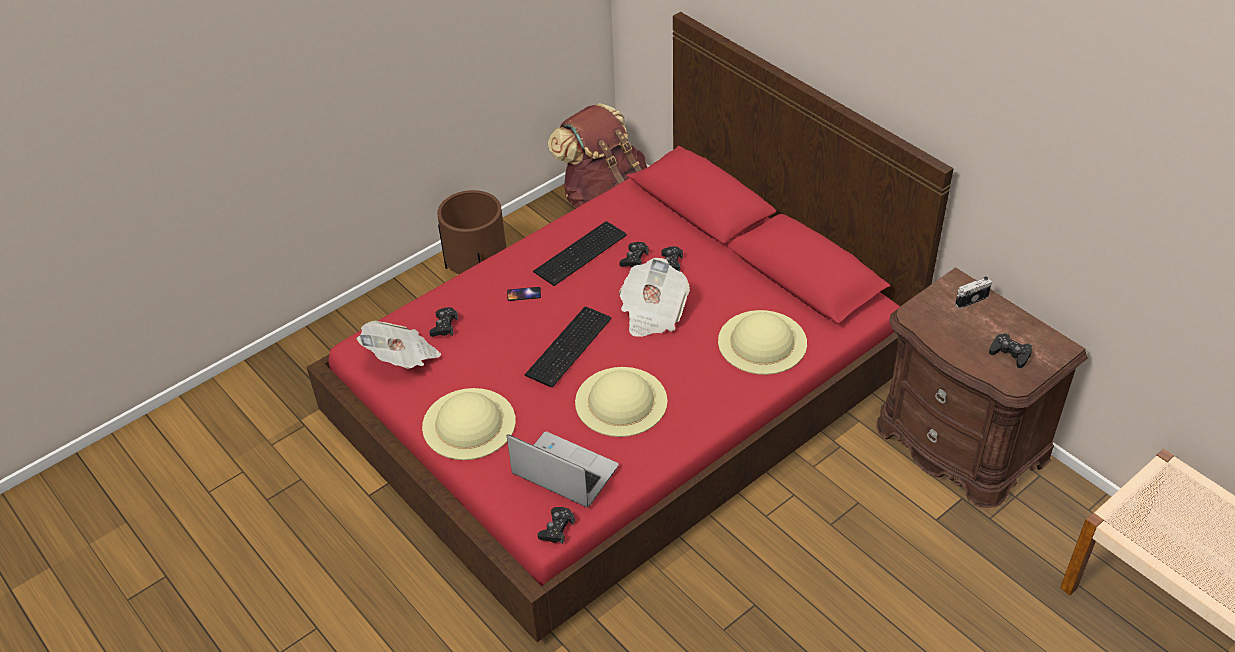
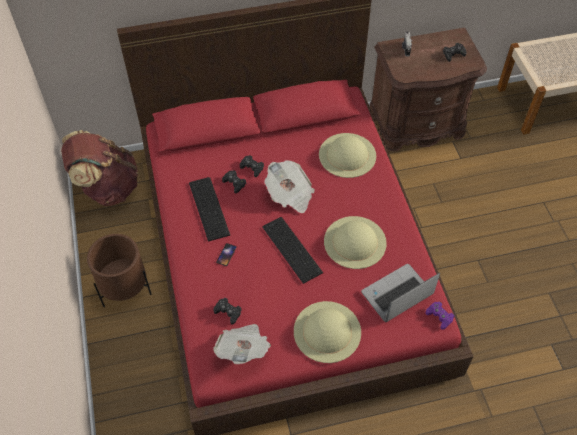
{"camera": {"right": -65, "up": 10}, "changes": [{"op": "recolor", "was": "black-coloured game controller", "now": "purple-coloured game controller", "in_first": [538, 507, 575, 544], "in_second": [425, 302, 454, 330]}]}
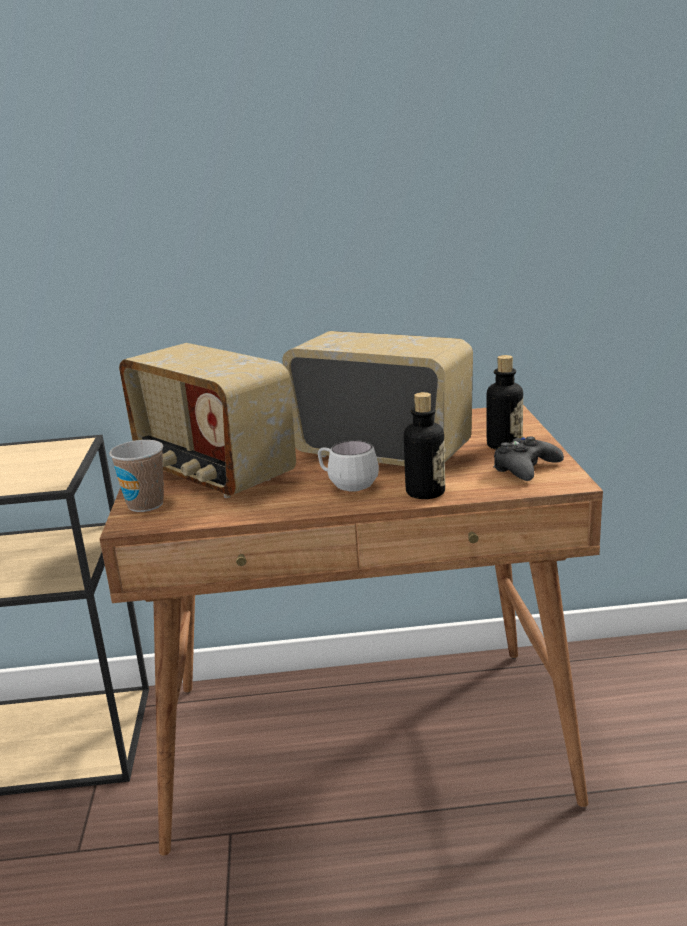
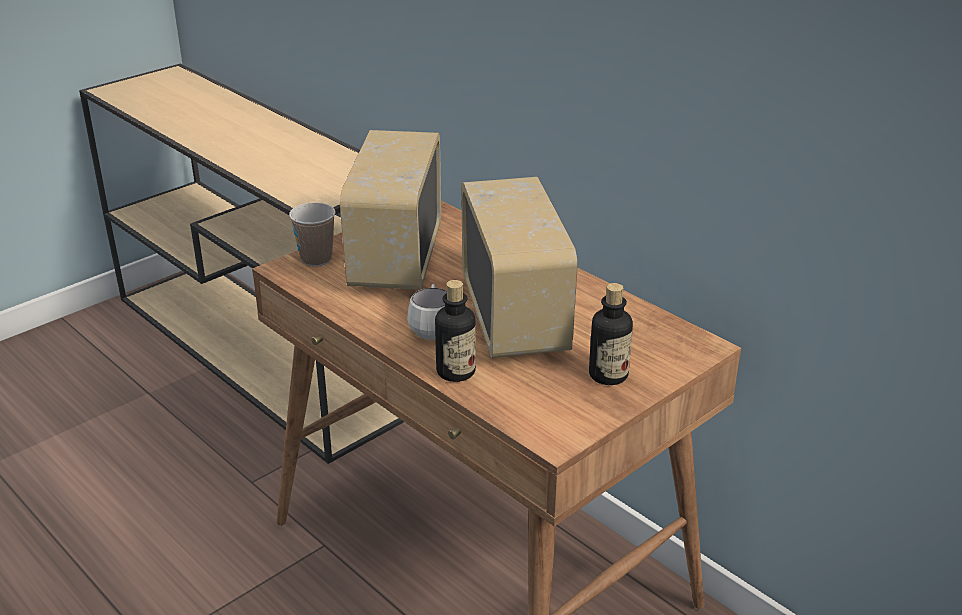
{"camera": {"right": 50, "up": 10}, "changes": [{"op": "delete", "was": "black-coloured game controller", "in_first": [494, 436, 564, 481]}]}
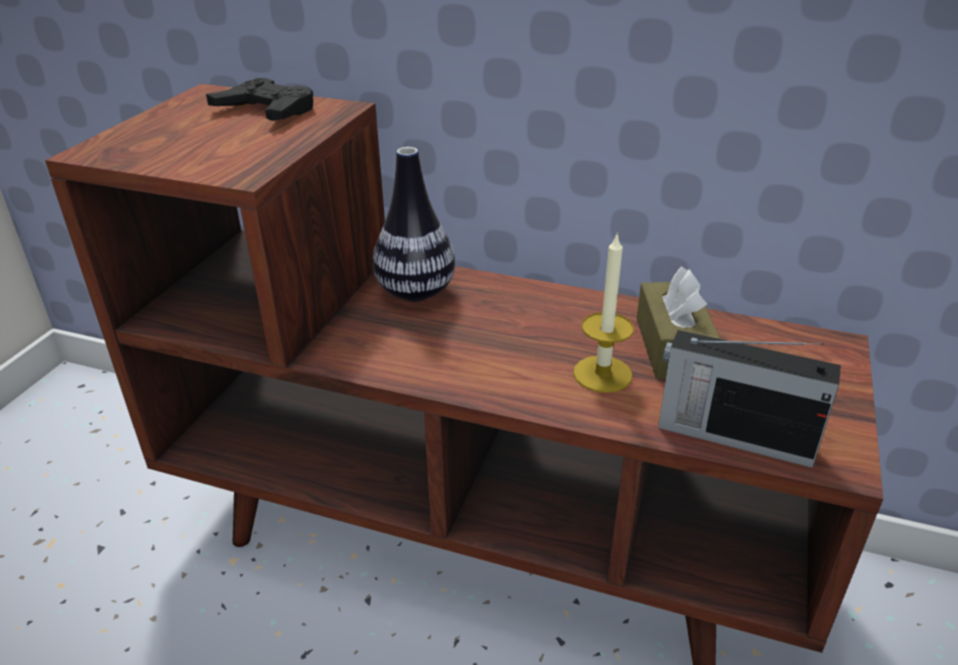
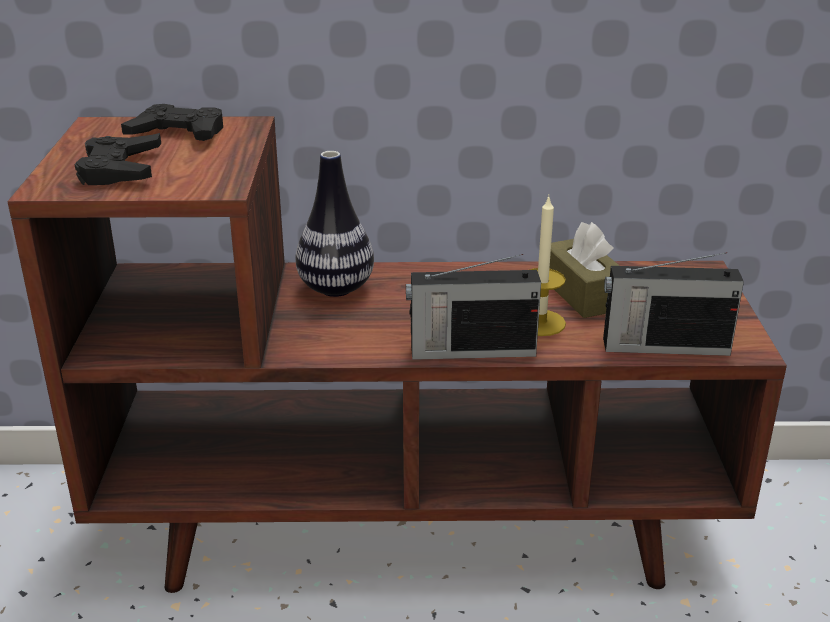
{"camera": {"right": -20, "up": -5}, "changes": [{"op": "insert", "now": "black-coloured game controller", "in_second": [74, 133, 161, 185]}, {"op": "insert", "now": "radio", "in_second": [406, 254, 541, 360]}]}
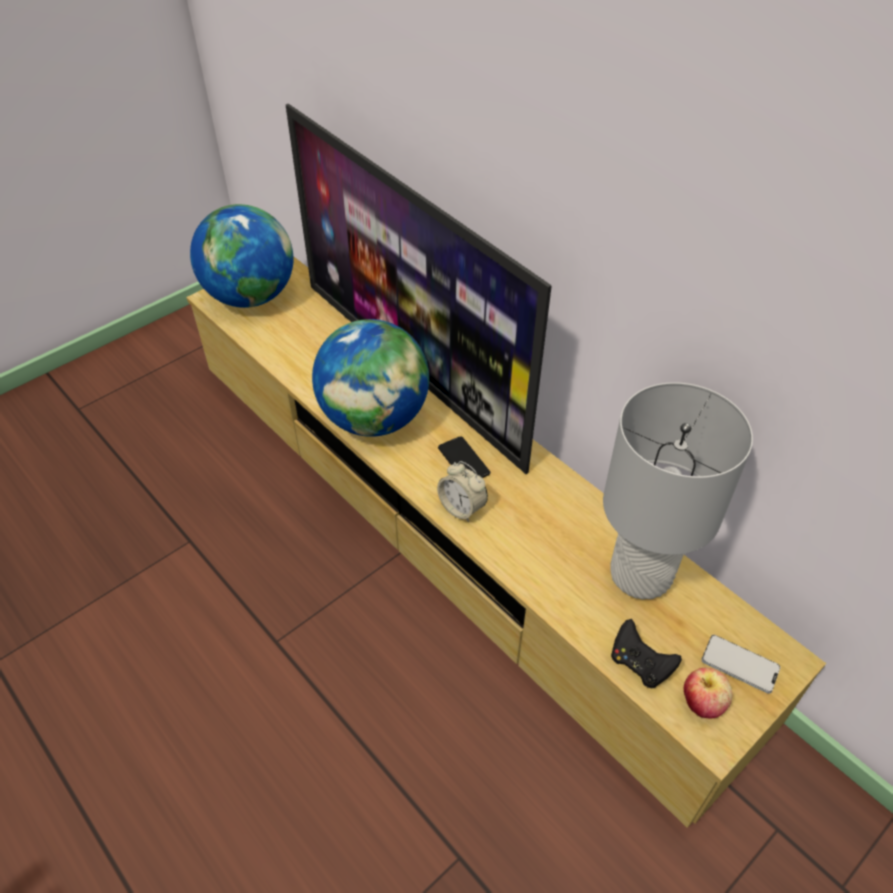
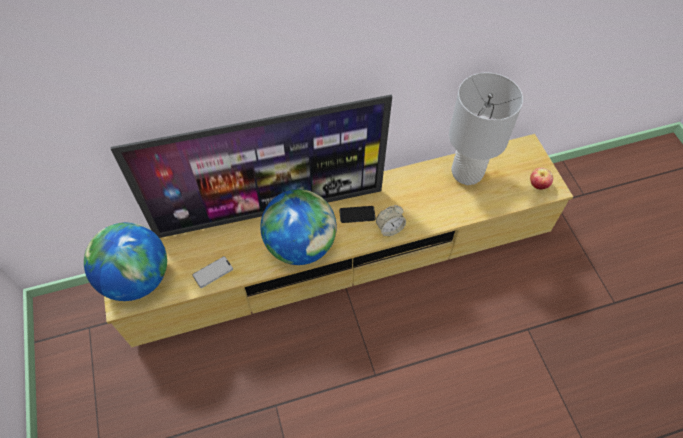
{"camera": {"right": -65, "up": 10}, "changes": [{"op": "delete", "was": "black-coloured game controller", "in_first": [611, 619, 682, 688]}, {"op": "move", "was": "handset", "in_first": [701, 635, 780, 694], "in_second": [192, 256, 233, 288]}]}
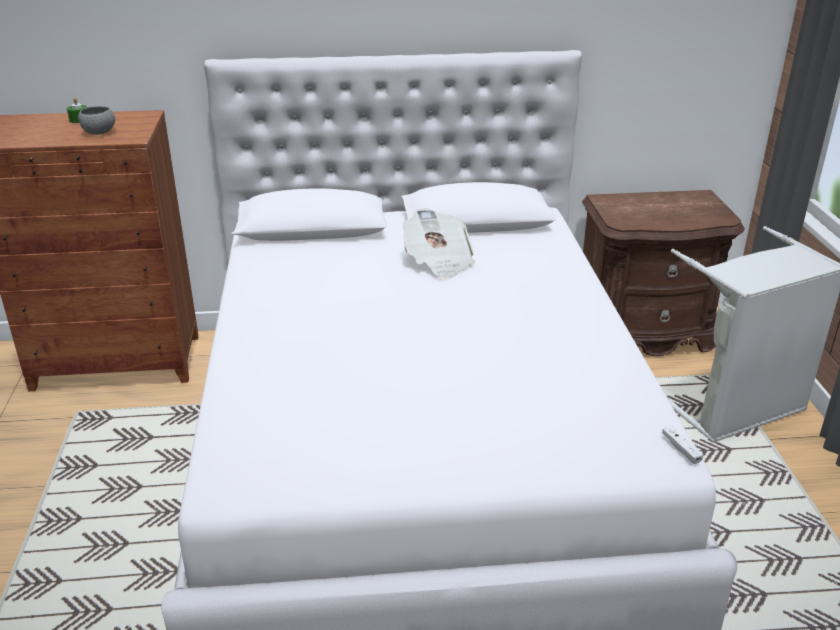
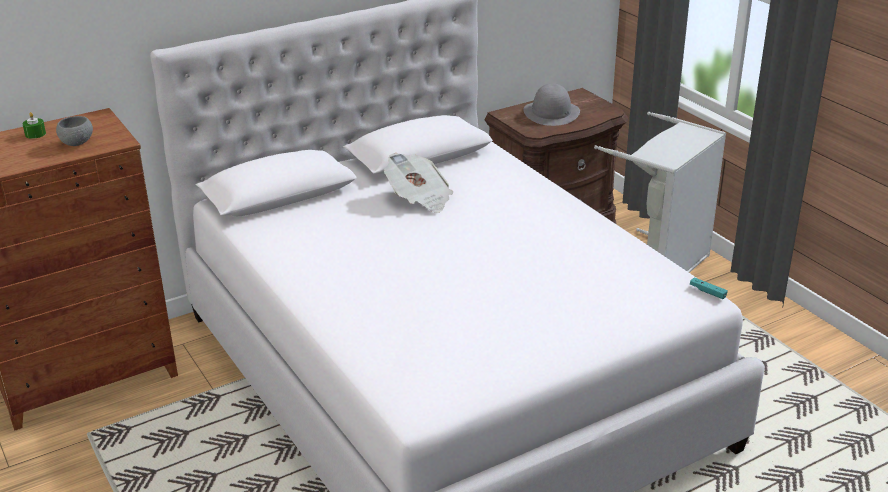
{"camera": {"right": -25, "up": 0}, "changes": [{"op": "recolor", "was": "white-coloured game controller", "now": "turquoise-coloured game controller", "in_first": [662, 426, 703, 464], "in_second": [690, 277, 728, 299]}, {"op": "insert", "now": "grey wearable hat", "in_second": [523, 83, 580, 126]}]}
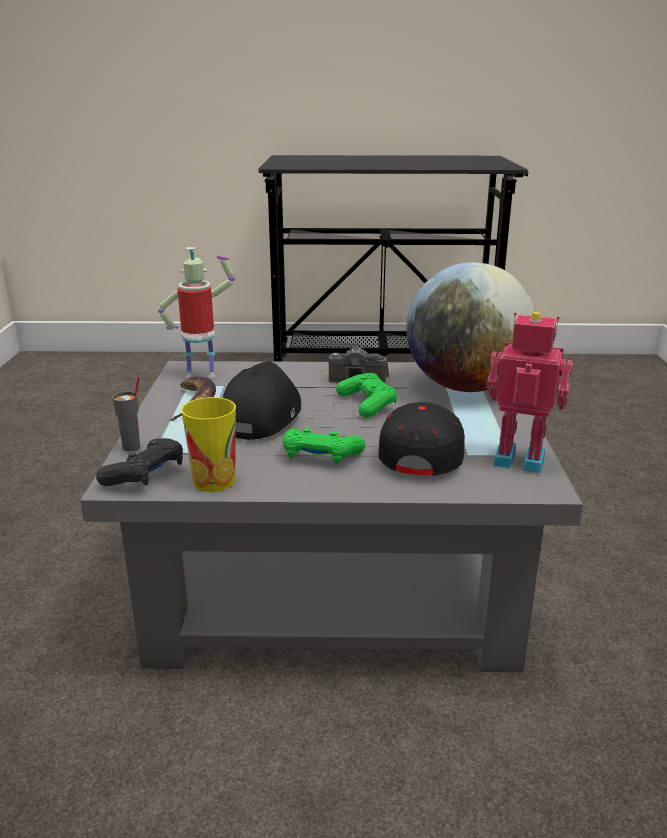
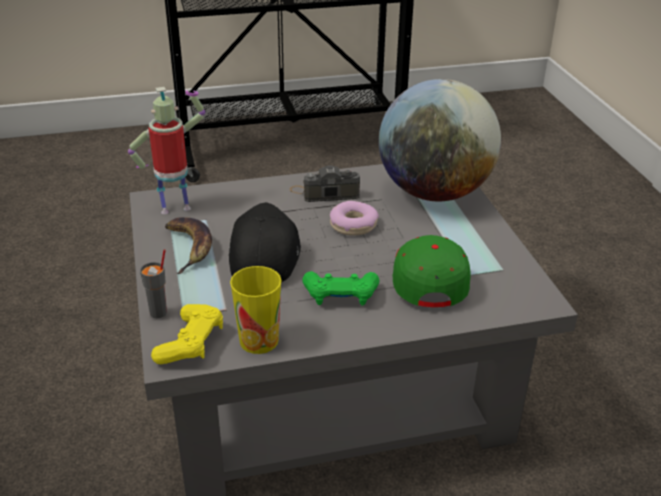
{"camera": {"right": -15, "up": 10}, "changes": [{"op": "delete", "was": "model robot", "in_first": [487, 312, 573, 473]}, {"op": "replace", "was": "green-coloured game controller", "now": "doughnut", "in_first": [336, 373, 397, 418], "in_second": [330, 201, 379, 236]}, {"op": "recolor", "was": "black-coloured baseball cap", "now": "green-coloured baseball cap", "in_first": [378, 402, 465, 476], "in_second": [393, 235, 471, 307]}, {"op": "recolor", "was": "black-coloured game controller", "now": "yellow-coloured game controller", "in_first": [96, 438, 183, 486], "in_second": [151, 304, 223, 364]}]}
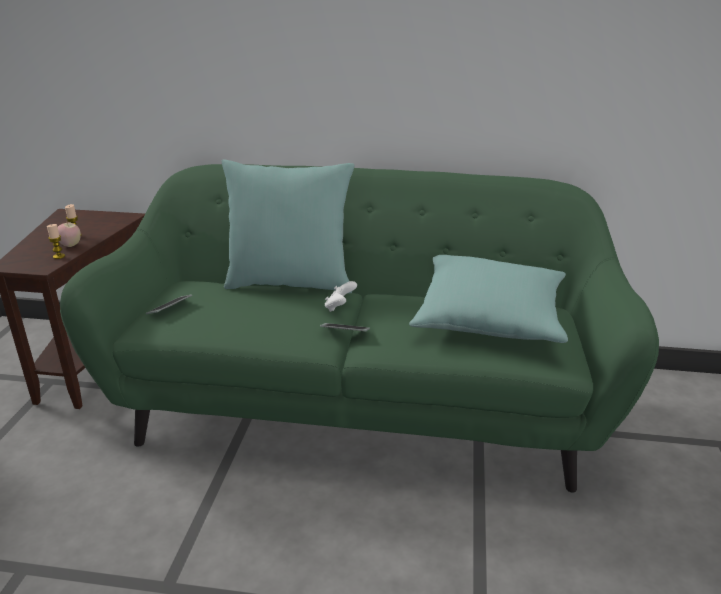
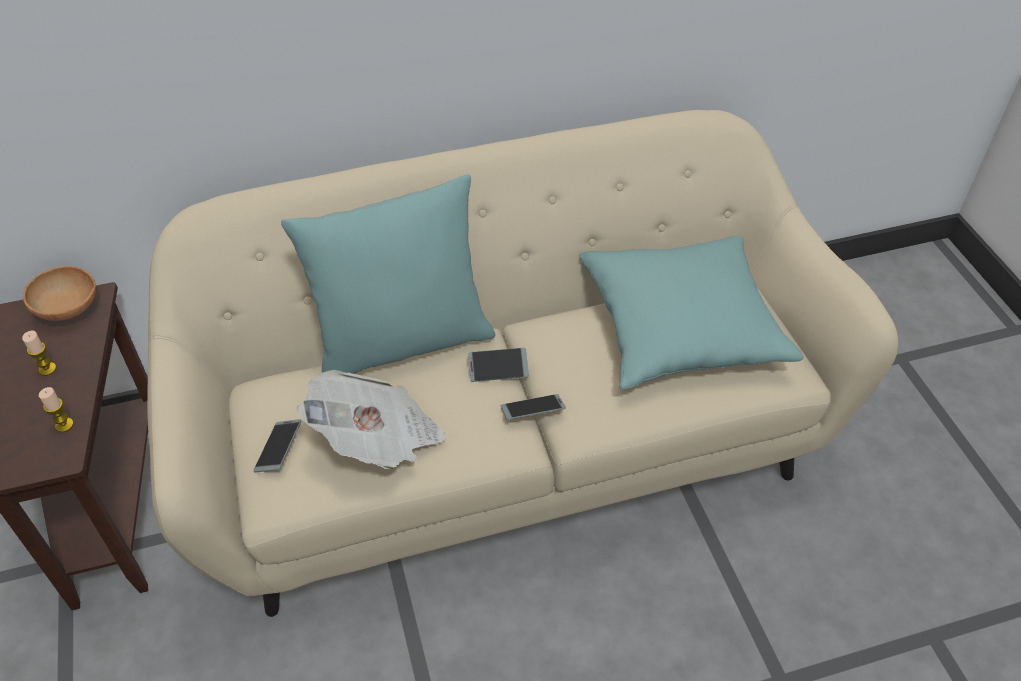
{"camera": {"right": -25, "up": 20}, "changes": [{"op": "recolor", "was": "green-coloured couch", "now": "beige couch", "in_first": [60, 164, 659, 492], "in_second": [147, 110, 898, 617]}, {"op": "delete", "was": "apple", "in_first": [58, 222, 81, 247]}, {"op": "replace", "was": "white-coloured game controller", "now": "handset", "in_first": [325, 281, 357, 312], "in_second": [468, 348, 529, 382]}, {"op": "insert", "now": "brown serving bowl", "in_second": [23, 266, 96, 321]}, {"op": "insert", "now": "printed paper", "in_second": [297, 370, 446, 469]}]}
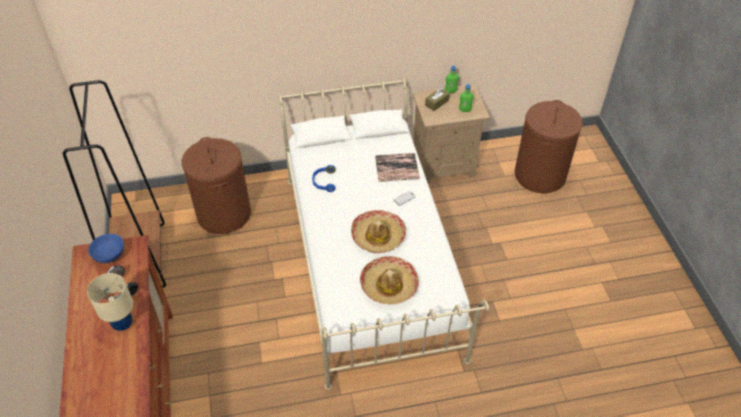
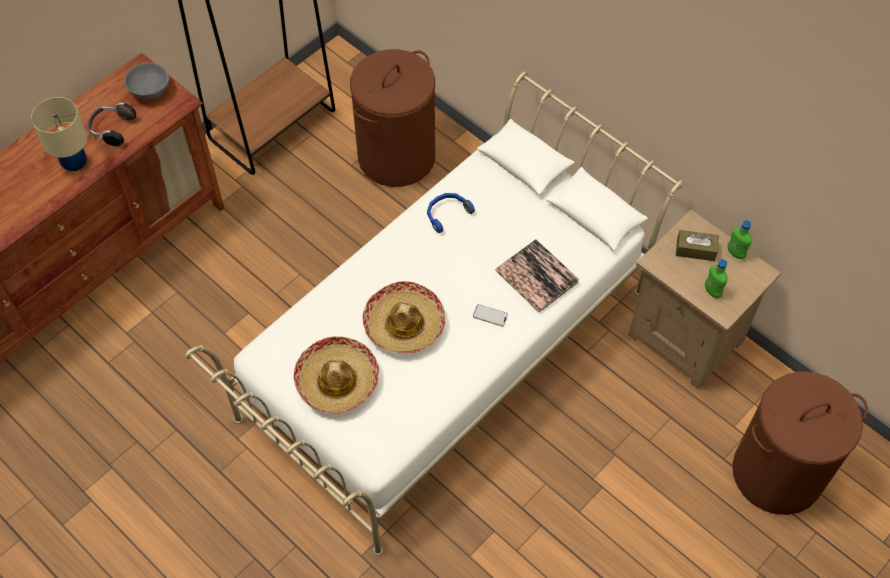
{"camera": {"right": 55, "up": 10}, "changes": [{"op": "recolor", "was": "blue-coloured serving bowl", "now": "grey serving bowl", "in_first": [88, 234, 124, 263], "in_second": [124, 63, 169, 100]}]}
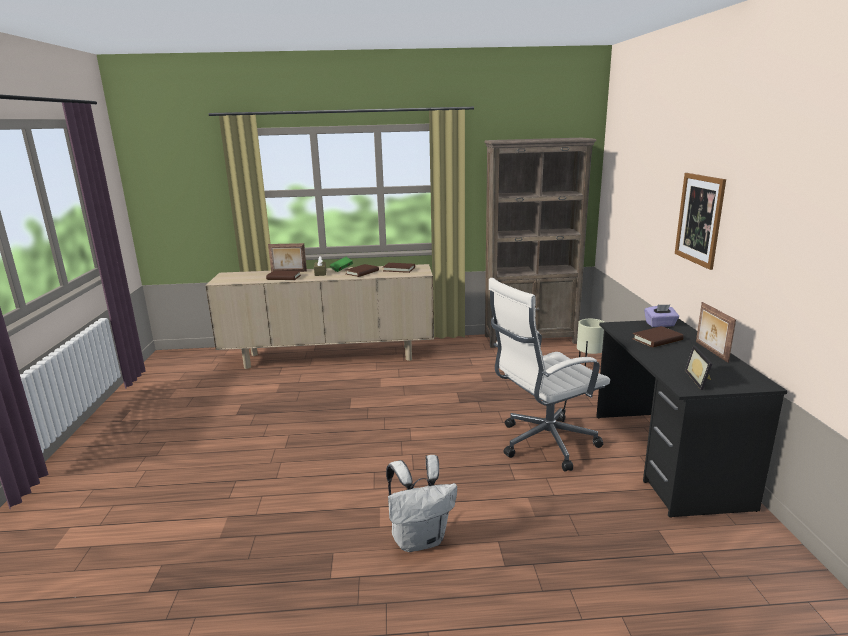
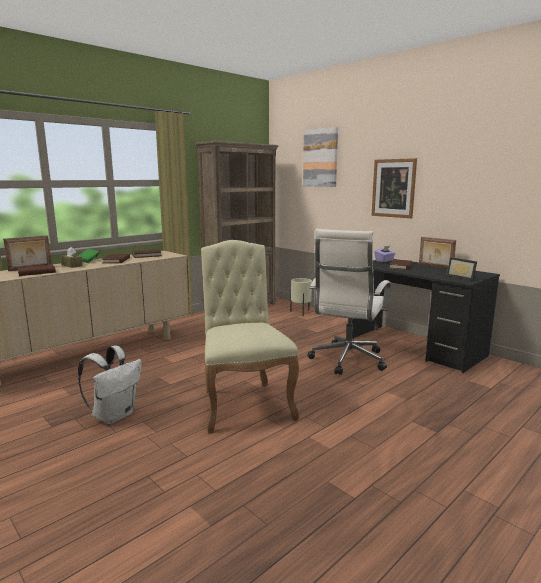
{"camera": {"right": -40, "up": -5}, "changes": [{"op": "move", "was": "white-coloured backpack", "in_first": [386, 455, 457, 552], "in_second": [78, 346, 141, 424]}, {"op": "insert", "now": "wall art", "in_second": [303, 127, 338, 187]}, {"op": "insert", "now": "beige plain chair", "in_second": [201, 240, 299, 434]}]}
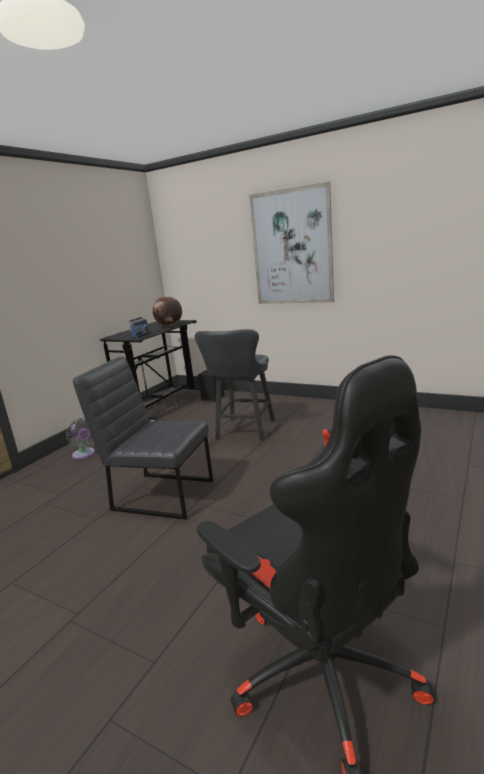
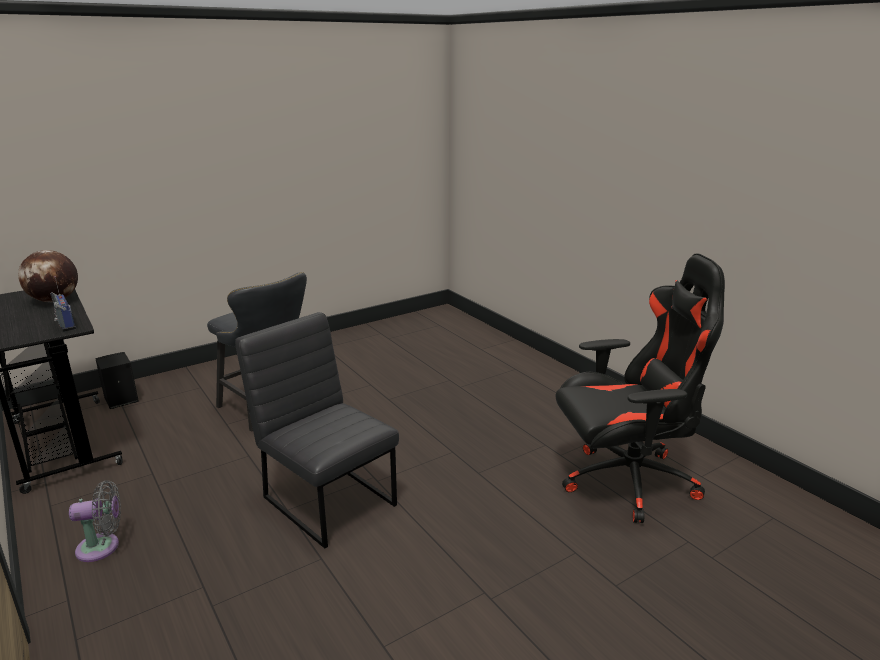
{"camera": {"right": -65, "up": 5}, "changes": [{"op": "delete", "was": "wall art", "in_first": [249, 182, 334, 304]}, {"op": "rotate", "was": "grey plain chair", "in_first": [73, 356, 213, 519], "in_second": [235, 312, 399, 549], "clockwise": 90}]}
